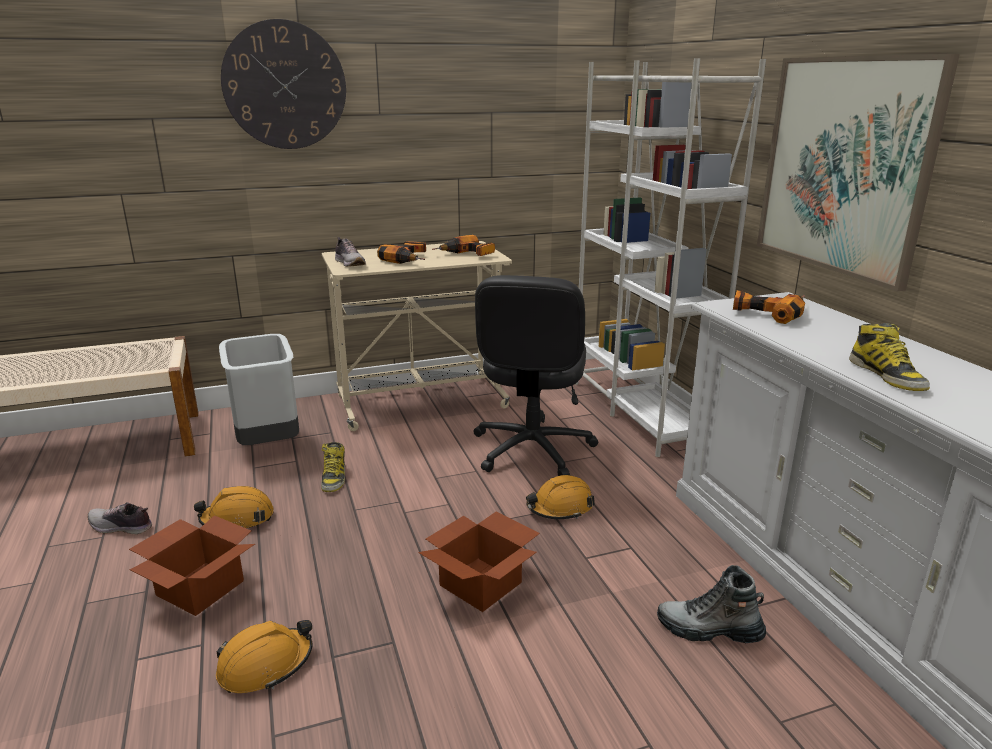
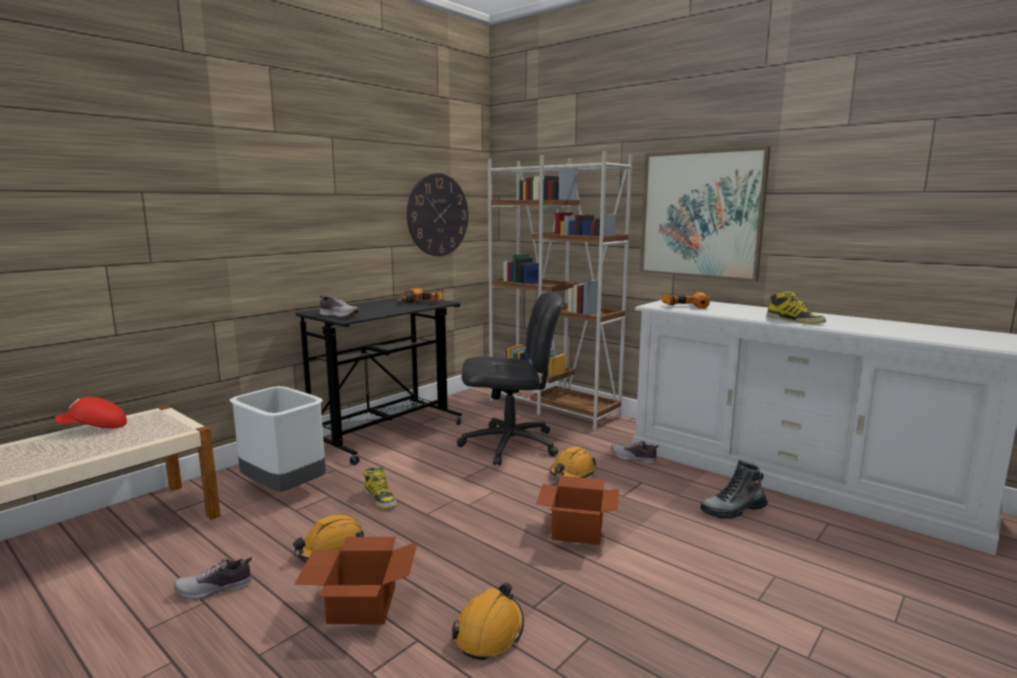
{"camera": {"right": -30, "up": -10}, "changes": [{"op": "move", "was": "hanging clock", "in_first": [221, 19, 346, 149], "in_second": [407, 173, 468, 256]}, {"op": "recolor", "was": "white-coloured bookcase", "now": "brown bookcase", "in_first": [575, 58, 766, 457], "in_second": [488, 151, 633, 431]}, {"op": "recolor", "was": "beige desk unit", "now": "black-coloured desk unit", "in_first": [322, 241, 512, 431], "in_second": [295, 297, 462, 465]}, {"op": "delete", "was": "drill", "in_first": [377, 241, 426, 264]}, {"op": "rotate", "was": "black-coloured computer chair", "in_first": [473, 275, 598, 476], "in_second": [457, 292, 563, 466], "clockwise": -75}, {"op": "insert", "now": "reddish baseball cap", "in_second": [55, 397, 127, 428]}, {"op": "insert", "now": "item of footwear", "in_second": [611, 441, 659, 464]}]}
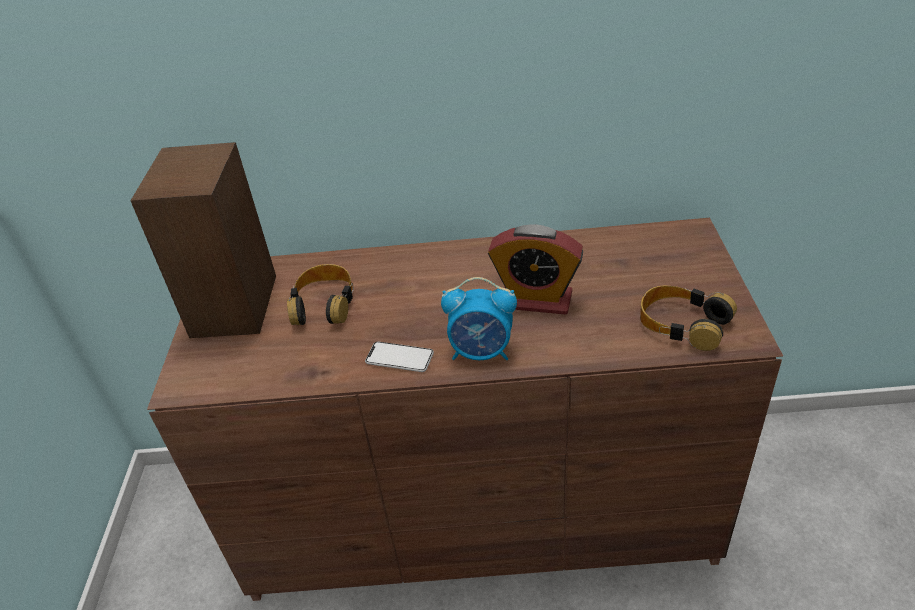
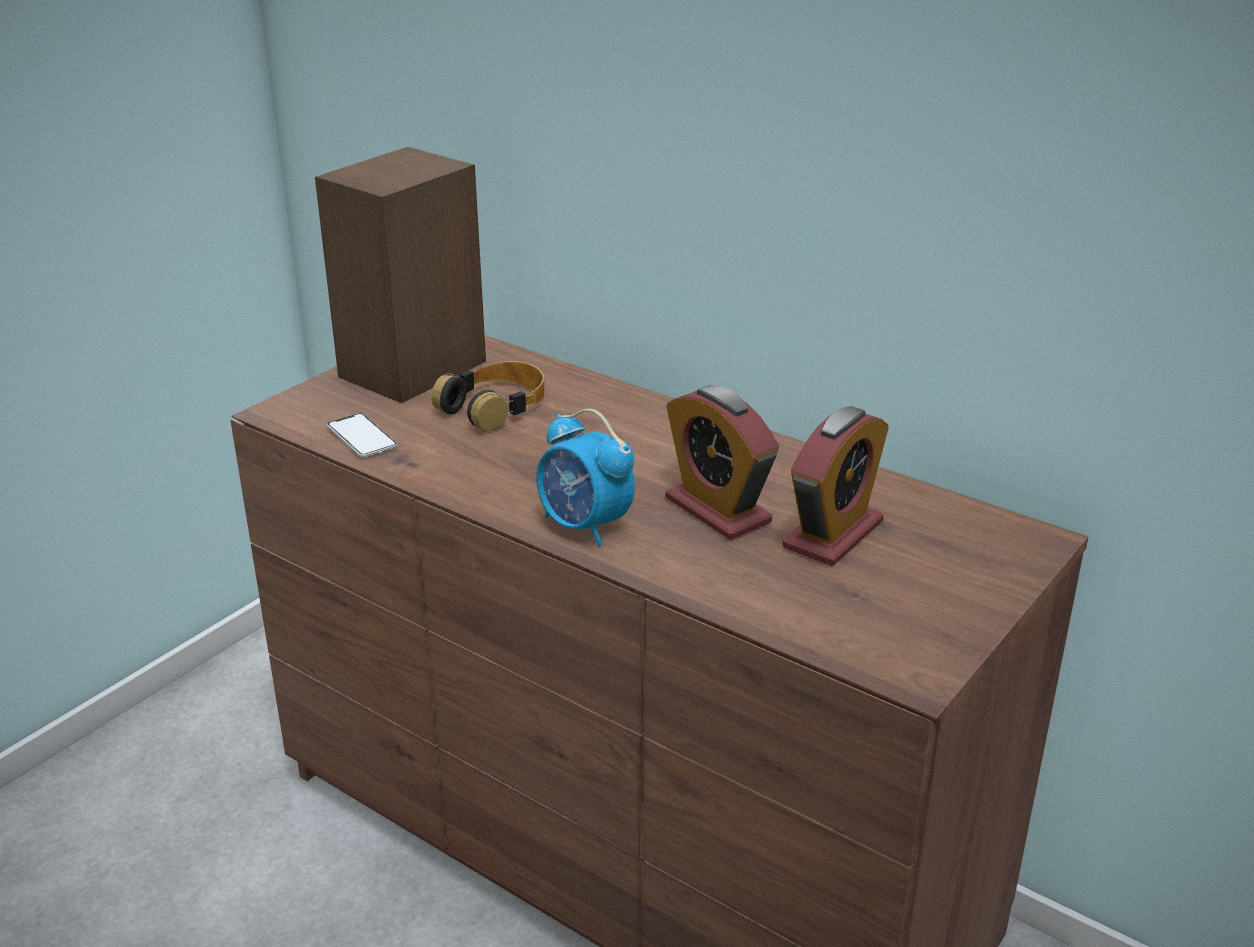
{"camera": {"right": 35, "up": -10}, "changes": [{"op": "delete", "was": "headset", "in_first": [640, 286, 737, 351]}, {"op": "move", "was": "handset", "in_first": [365, 342, 434, 372], "in_second": [327, 413, 398, 457]}, {"op": "insert", "now": "table clock", "in_second": [783, 406, 889, 566]}]}
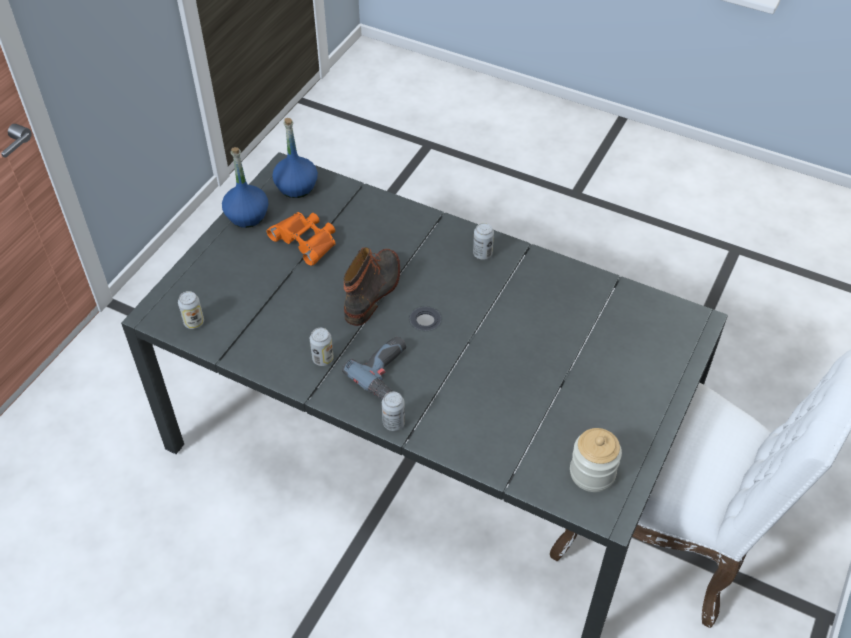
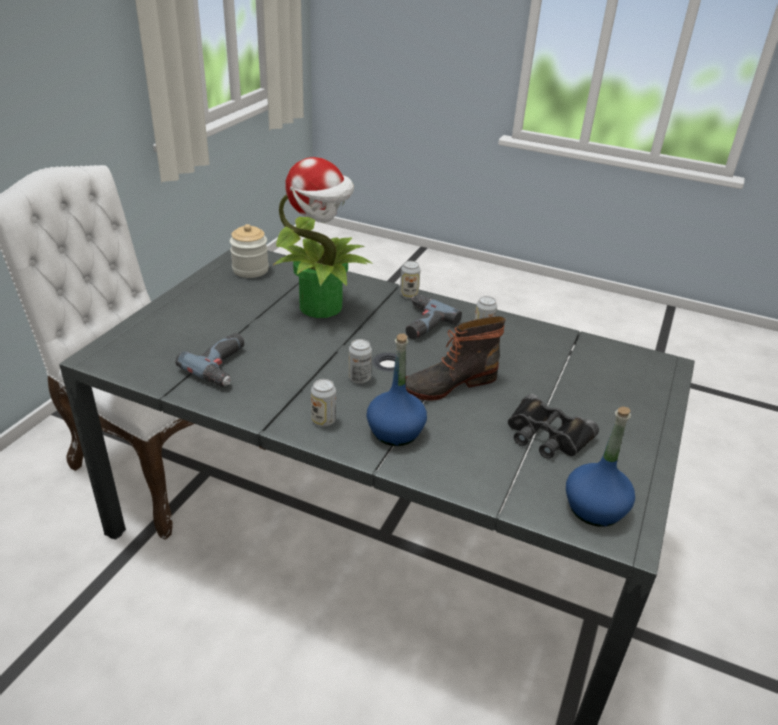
{"camera": {"right": 175, "up": -15}, "changes": [{"op": "move", "was": "blue-coloured bottle", "in_first": [222, 147, 268, 228], "in_second": [367, 334, 427, 446]}, {"op": "recolor", "was": "orangey pair of binoculars", "now": "black-coloured pair of binoculars", "in_first": [267, 212, 336, 266], "in_second": [508, 394, 599, 459]}, {"op": "rotate", "was": "high-top boot", "in_first": [344, 247, 400, 326], "in_second": [405, 316, 506, 401], "clockwise": 45}, {"op": "move", "was": "sealed can", "in_first": [178, 291, 204, 329], "in_second": [348, 339, 372, 384]}, {"op": "insert", "now": "plant in a pot", "in_second": [273, 157, 372, 318]}, {"op": "insert", "now": "drill", "in_second": [176, 333, 244, 387]}]}
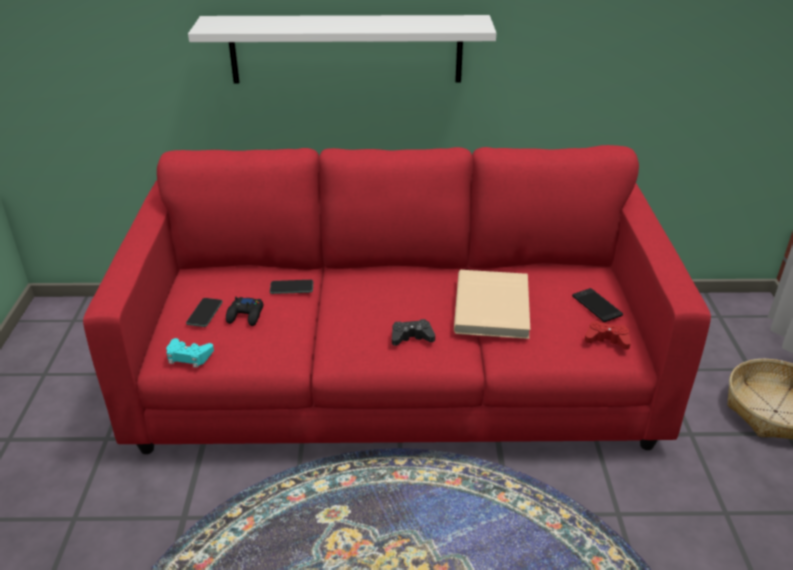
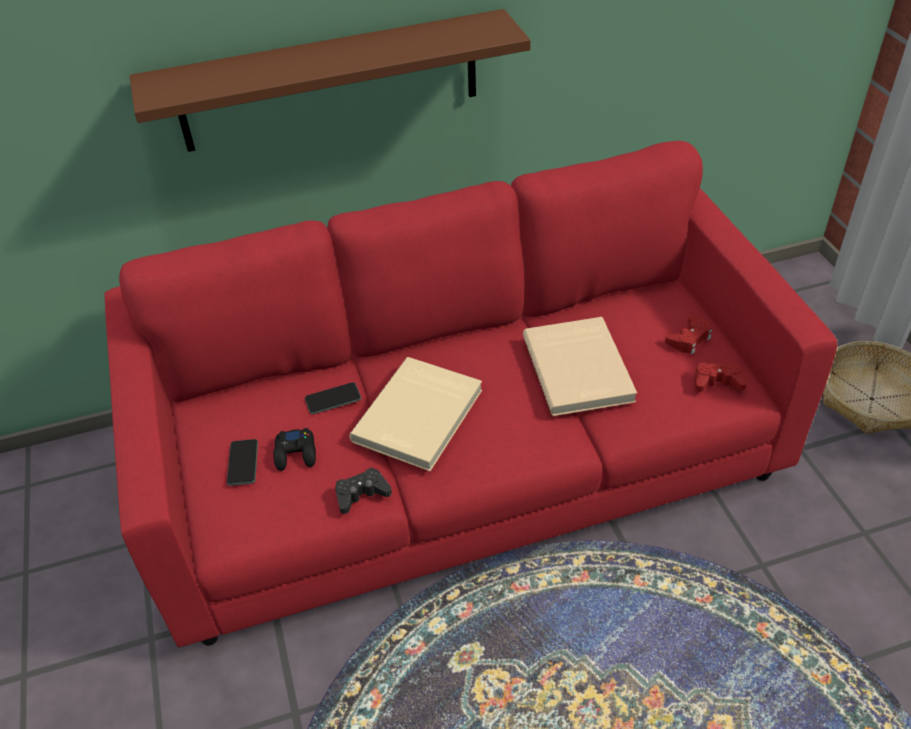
{"camera": {"right": -15, "up": 10}, "changes": [{"op": "recolor", "was": "white-coloured bracket shelf", "now": "brown bracket shelf", "in_first": [188, 15, 496, 83], "in_second": [129, 9, 531, 152]}, {"op": "replace", "was": "handset", "now": "reddish game controller", "in_first": [572, 288, 623, 322], "in_second": [665, 314, 712, 354]}, {"op": "move", "was": "black-coloured game controller", "in_first": [392, 319, 435, 346], "in_second": [335, 467, 392, 514]}, {"op": "delete", "was": "turquoise-coloured game controller", "in_first": [166, 338, 214, 368]}, {"op": "insert", "now": "beige book", "in_second": [349, 357, 482, 471]}]}
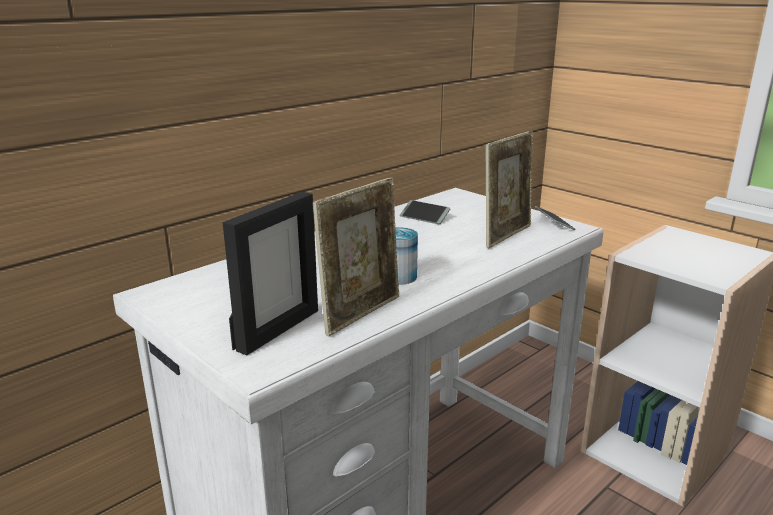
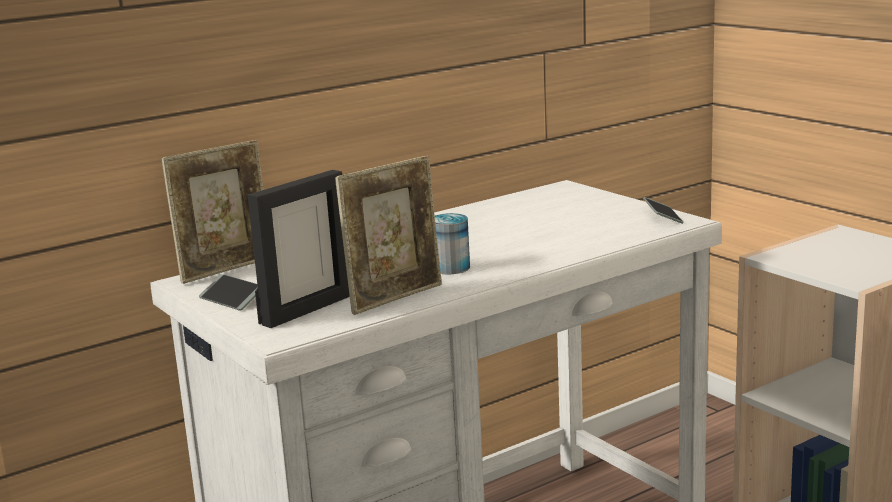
{"camera": {"right": 10, "up": -5}, "changes": [{"op": "move", "was": "photo frame", "in_first": [486, 131, 533, 248], "in_second": [162, 140, 264, 284]}, {"op": "move", "was": "handset", "in_first": [400, 200, 450, 224], "in_second": [199, 274, 258, 311]}]}
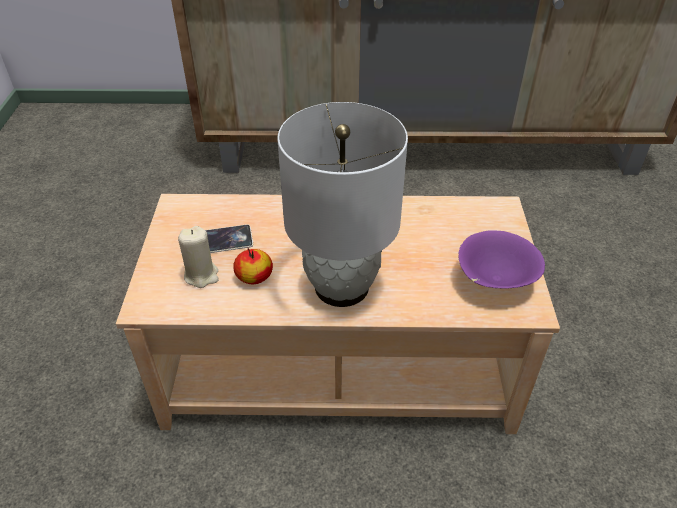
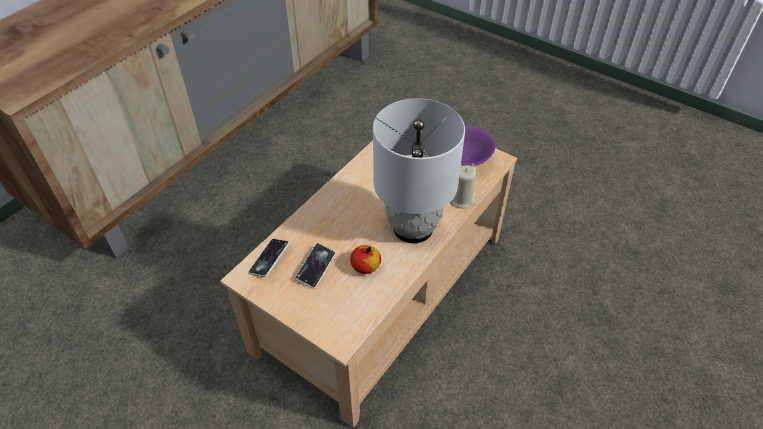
{"camera": {"right": -55, "up": 5}, "changes": [{"op": "move", "was": "beige wax light", "in_first": [178, 226, 218, 288], "in_second": [450, 165, 476, 208]}, {"op": "insert", "now": "handset", "in_second": [248, 239, 289, 277]}]}
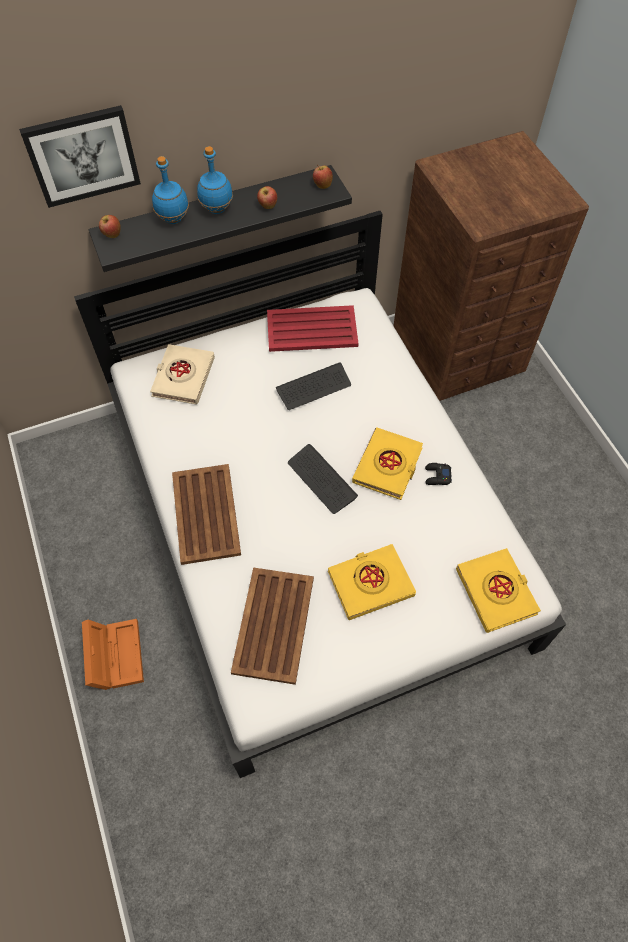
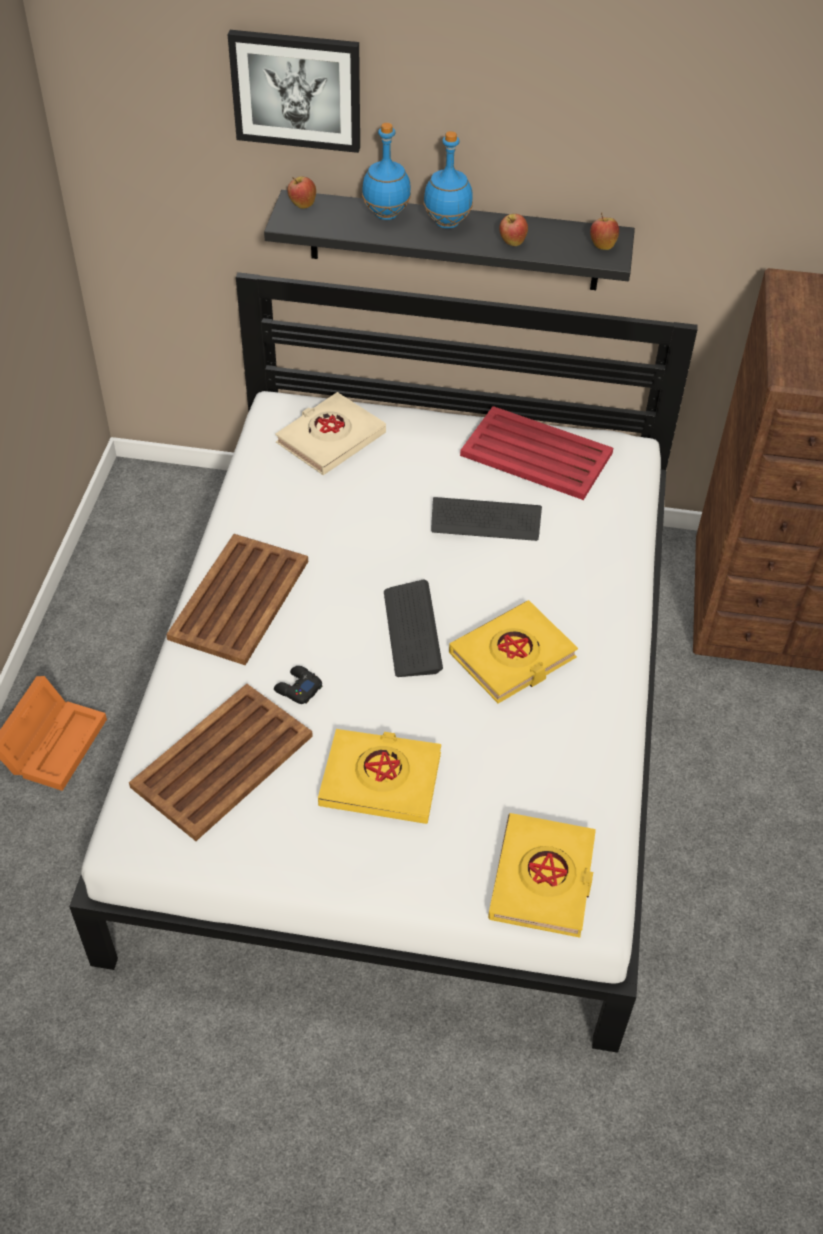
{"camera": {"right": 30, "up": -10}, "changes": [{"op": "move", "was": "black-coloured game controller", "in_first": [425, 463, 452, 485], "in_second": [274, 666, 322, 704]}]}
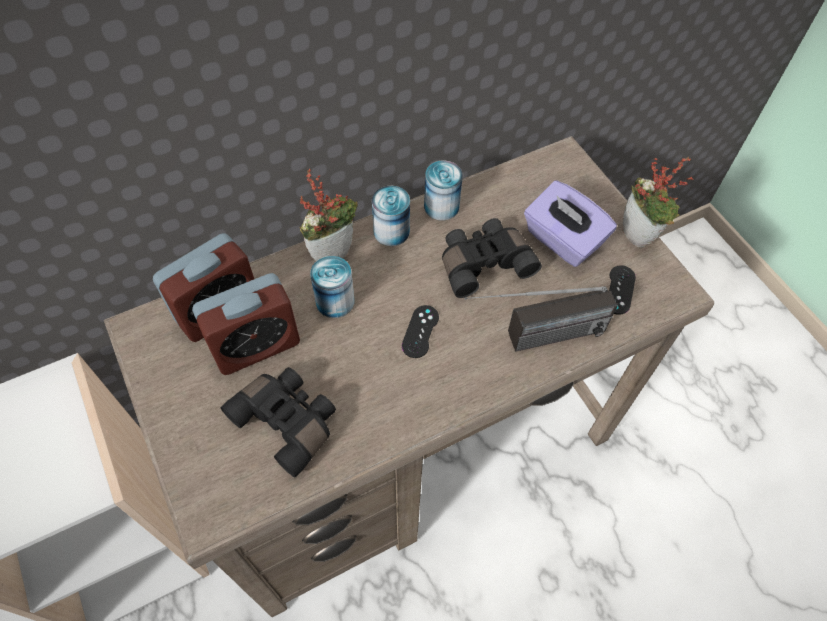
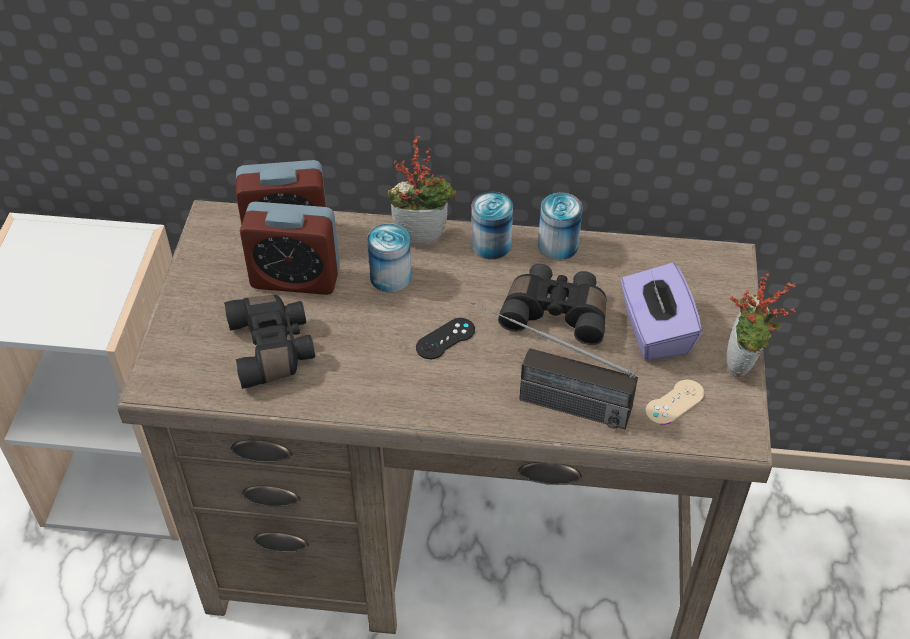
{"camera": {"right": 35, "up": -10}, "changes": [{"op": "recolor", "was": "black-coloured game controller", "now": "beige game controller", "in_first": [609, 265, 636, 315], "in_second": [645, 380, 705, 425]}]}
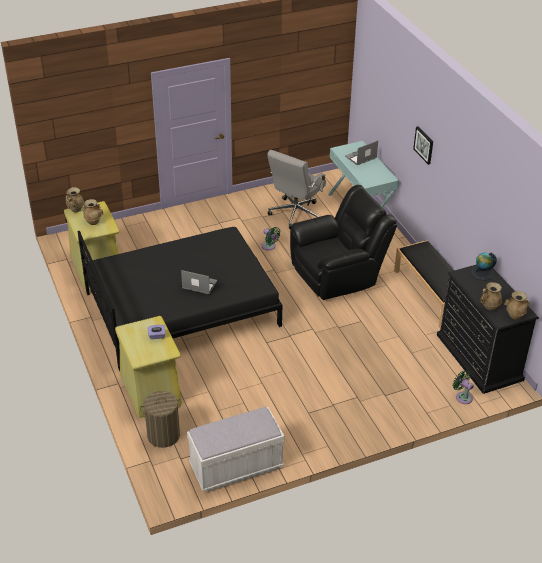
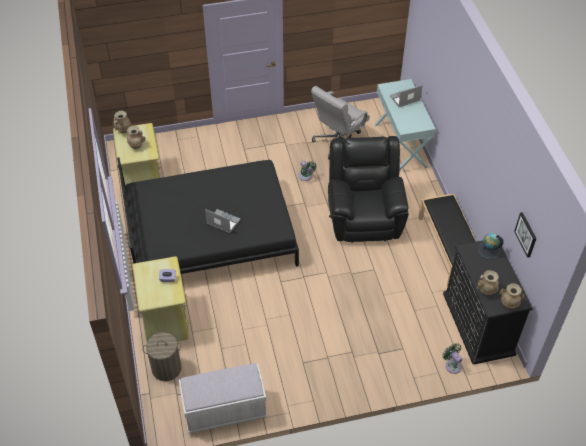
{"camera": {"right": 10, "up": 10}, "changes": [{"op": "move", "was": "wall art", "in_first": [413, 127, 433, 165], "in_second": [514, 212, 537, 258]}, {"op": "rotate", "was": "black-coloured easy chair", "in_first": [290, 185, 397, 300], "in_second": [328, 136, 409, 243], "clockwise": -75}]}
